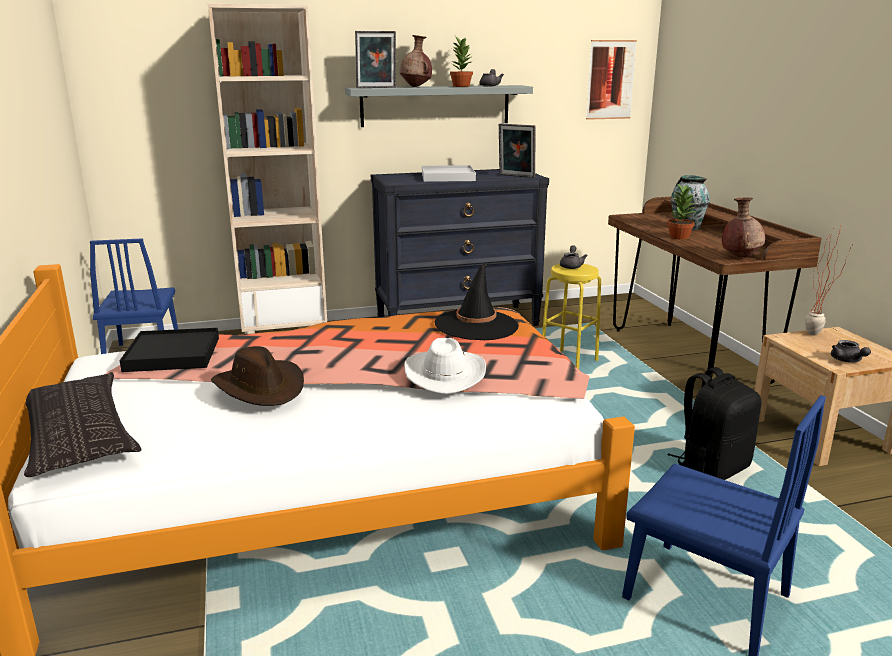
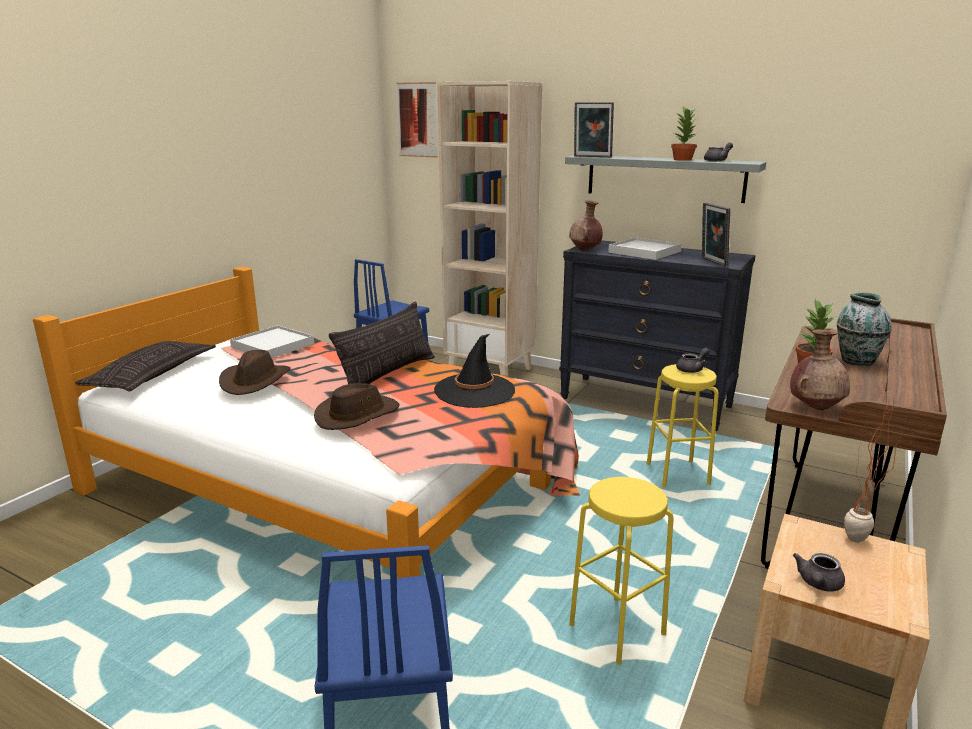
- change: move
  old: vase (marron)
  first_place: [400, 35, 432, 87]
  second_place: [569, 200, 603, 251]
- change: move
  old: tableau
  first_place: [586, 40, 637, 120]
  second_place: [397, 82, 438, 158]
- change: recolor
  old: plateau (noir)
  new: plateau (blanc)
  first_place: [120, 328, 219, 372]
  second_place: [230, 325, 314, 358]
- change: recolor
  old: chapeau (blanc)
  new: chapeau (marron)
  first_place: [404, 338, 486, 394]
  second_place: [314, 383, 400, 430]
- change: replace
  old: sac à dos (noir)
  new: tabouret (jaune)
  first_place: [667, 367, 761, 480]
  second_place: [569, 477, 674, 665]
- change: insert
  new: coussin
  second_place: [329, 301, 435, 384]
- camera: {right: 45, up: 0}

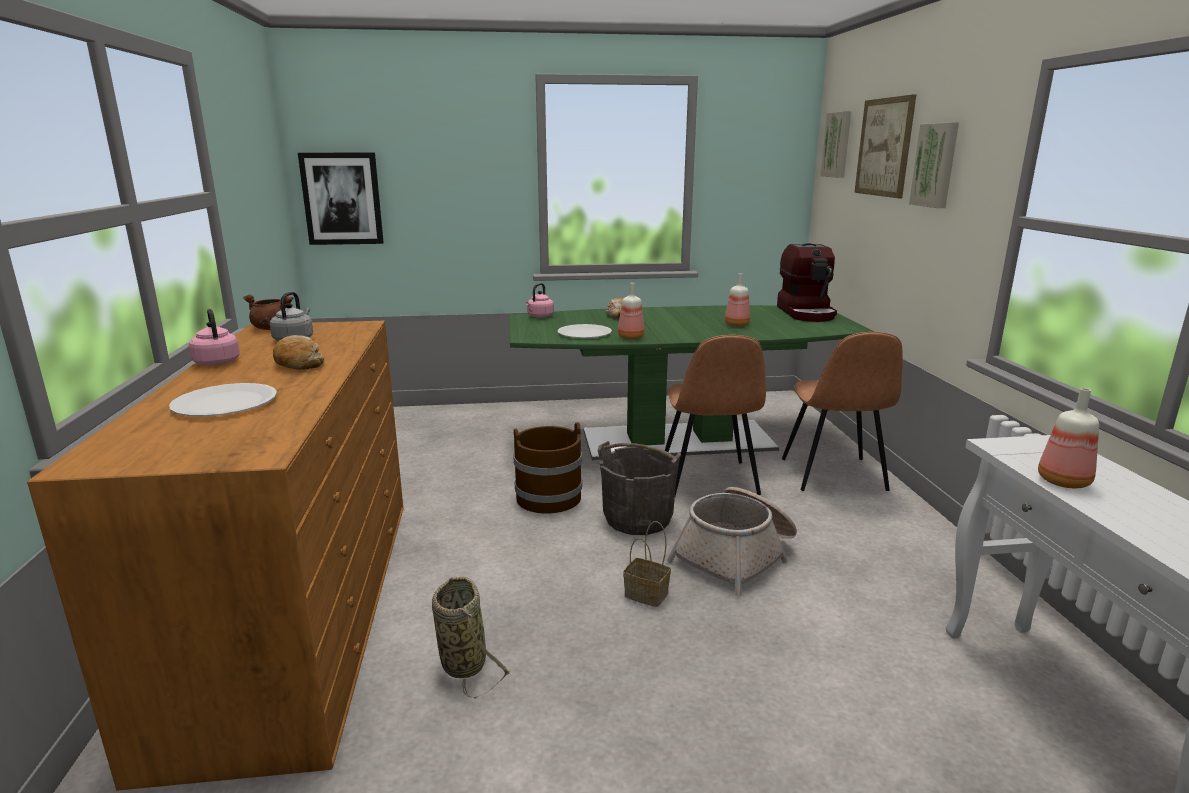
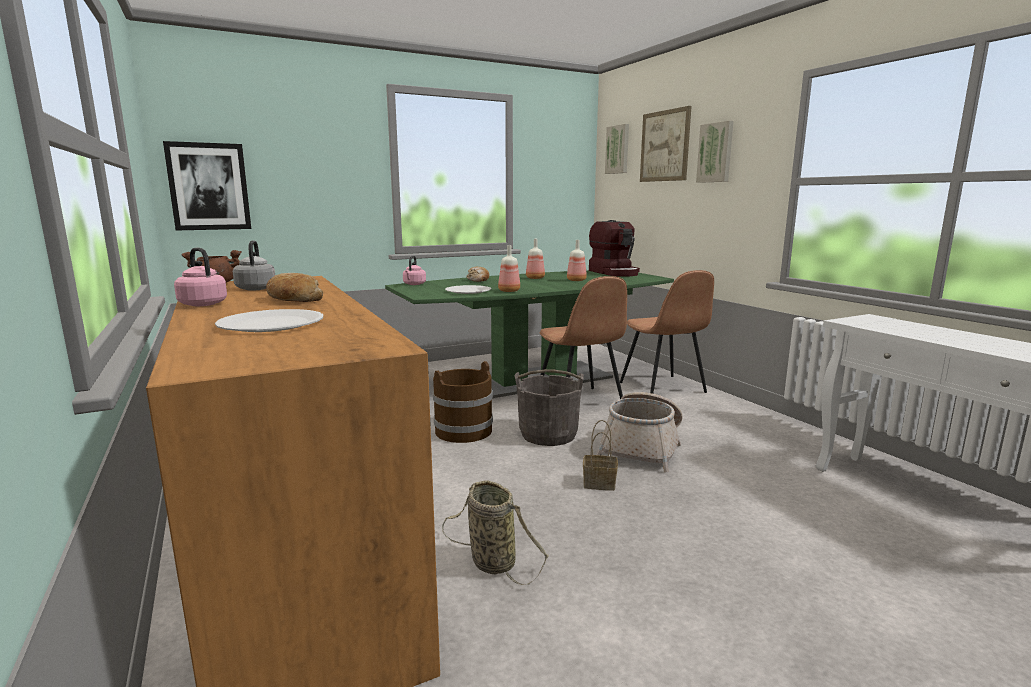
- change: move
  old: bouteille
  first_place: [1038, 388, 1099, 488]
  second_place: [526, 239, 545, 279]
- camera: {right: -20, up: -5}

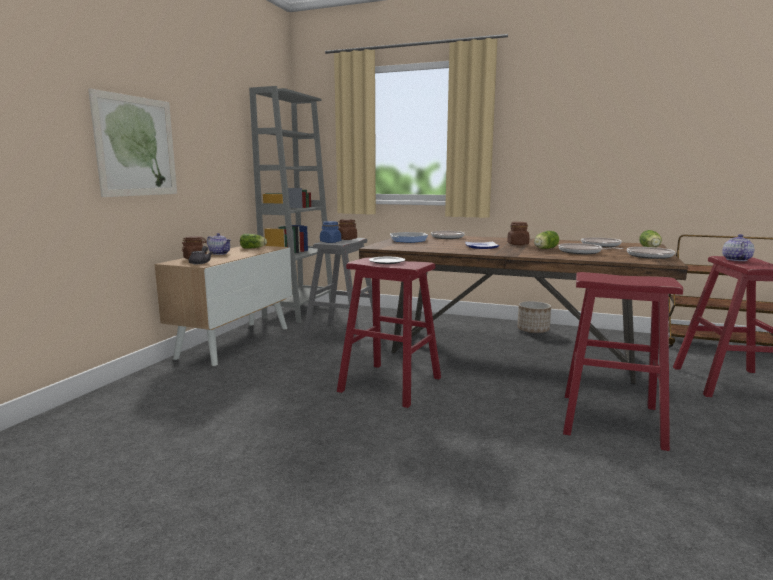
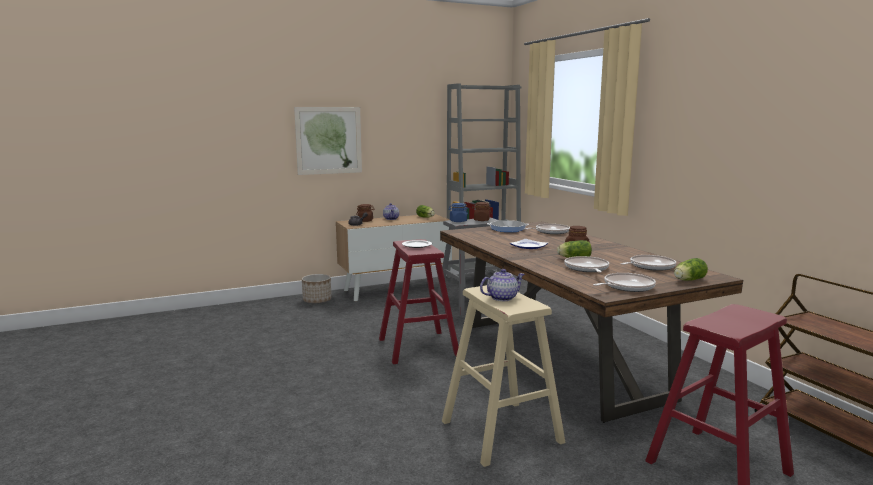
- change: move
  old: théière
  first_place: [722, 234, 754, 261]
  second_place: [480, 269, 525, 301]
- change: recolor
  old: tabouret (rouge)
  new: tabouret (beige)
  first_place: [563, 272, 683, 451]
  second_place: [442, 285, 566, 467]
- change: move
  old: cache-pot
  first_place: [517, 301, 551, 333]
  second_place: [302, 274, 331, 303]
- camera: {right: 45, up: 0}

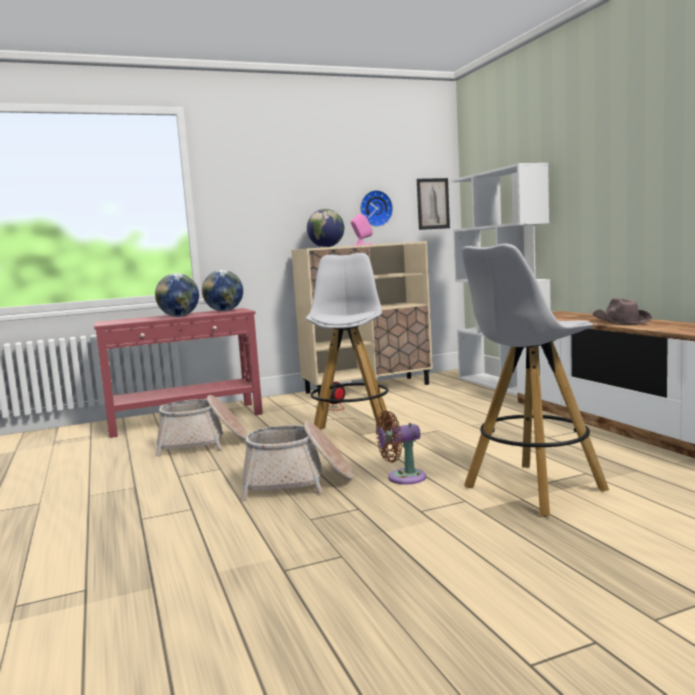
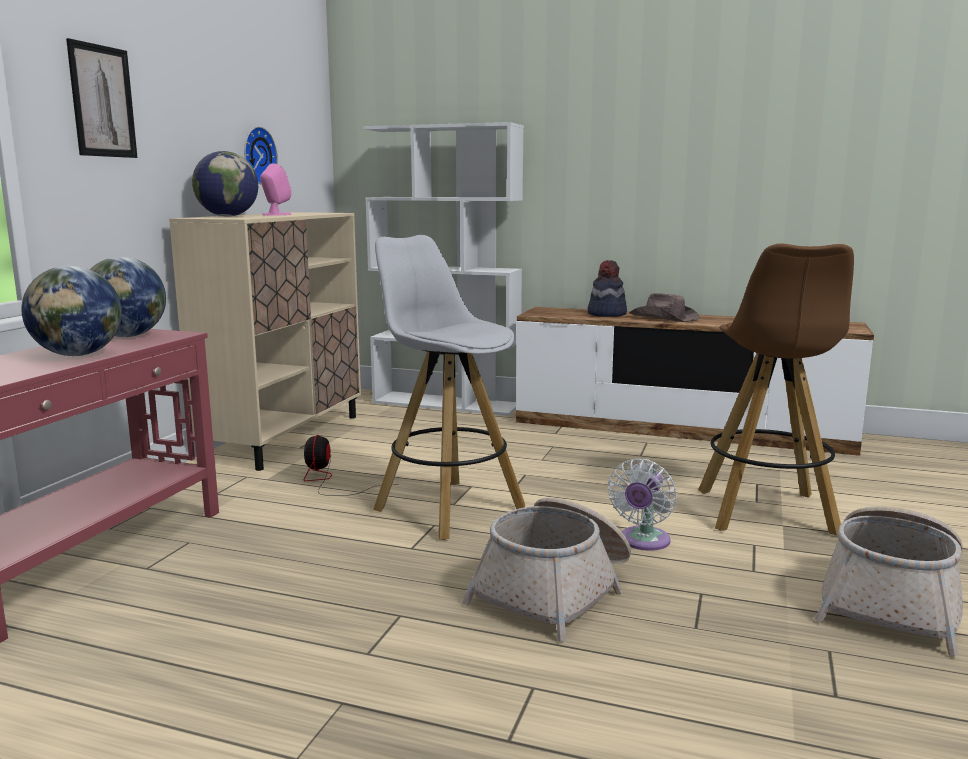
- change: move
  old: tableau
  first_place: [417, 178, 450, 230]
  second_place: [66, 38, 138, 158]
- change: recolor
  old: tabouret (blanc)
  new: tabouret (marron)
  first_place: [461, 244, 609, 516]
  second_place: [698, 243, 854, 535]
- change: move
  old: panier
  first_place: [156, 395, 248, 457]
  second_place: [815, 506, 963, 656]
- change: recolor
  old: ventilateur (marron)
  new: ventilateur (blanc)
  first_place: [376, 411, 426, 485]
  second_place: [608, 459, 676, 551]
- change: insert
  new: chapeau
  second_place: [588, 260, 627, 317]
- camera: {right: -50, up: 5}

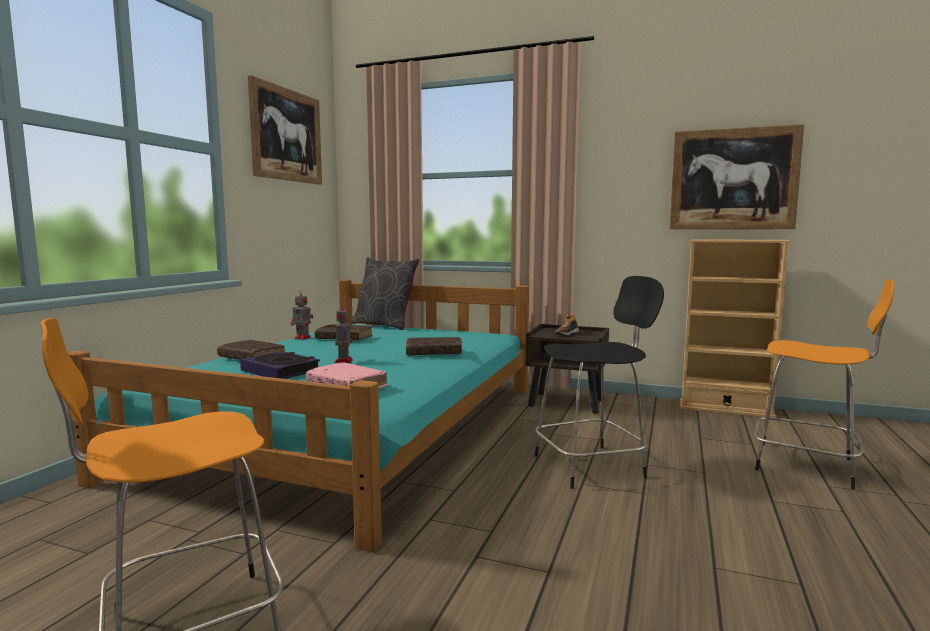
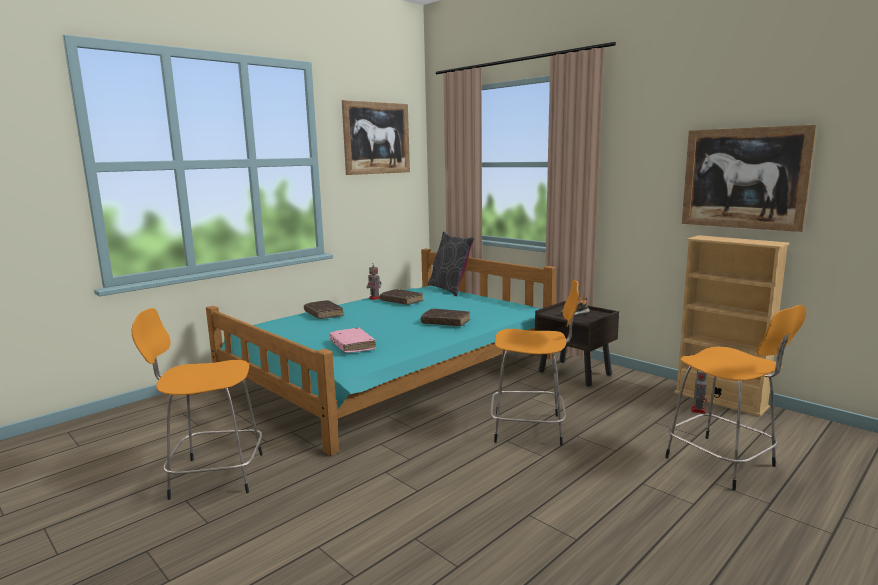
- change: recolor
  old: tabouret (noir)
  new: tabouret (orange)
  first_place: [535, 276, 664, 489]
  second_place: [490, 280, 579, 446]
- change: move
  old: robot jouet
  first_place: [334, 304, 353, 363]
  second_place: [691, 370, 707, 414]
- change: delete
  old: livre
  first_place: [240, 351, 320, 379]
- camera: {right: 25, up: 5}

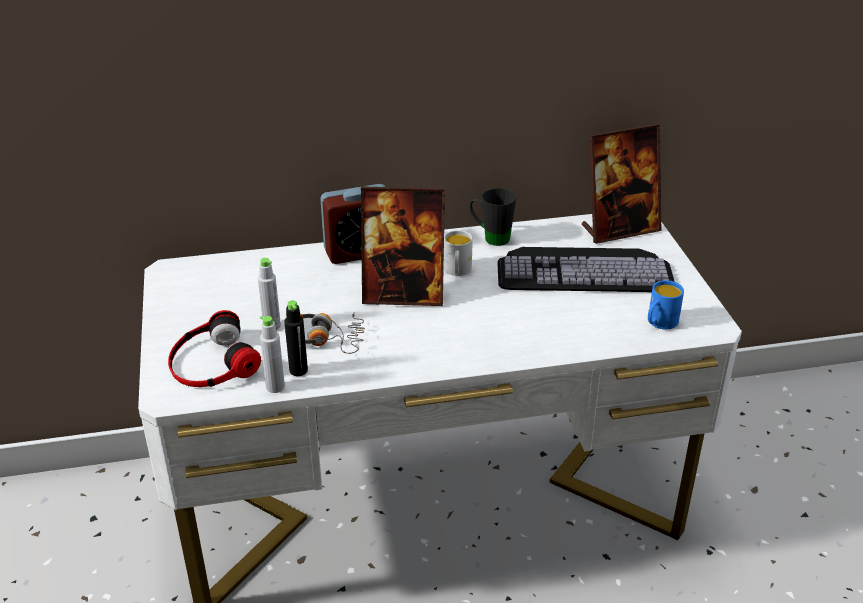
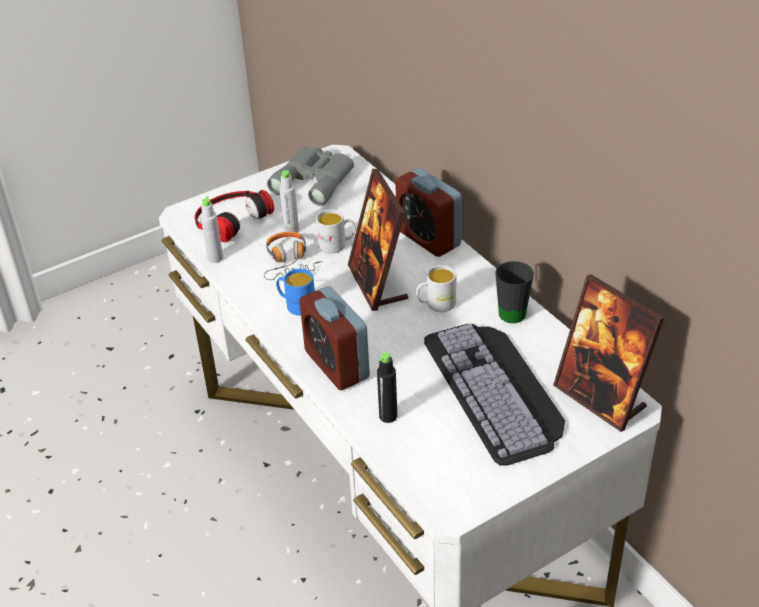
- change: move
  old: mug (bleu)
  first_place: [648, 280, 684, 329]
  second_place: [276, 269, 315, 316]
- change: move
  old: bouteille (noir)
  first_place: [284, 300, 308, 376]
  second_place: [377, 352, 397, 423]
- change: insert
  new: jumelles (gris)
  second_place: [267, 146, 354, 206]
- change: insert
  new: mug (blanc)
  second_place: [316, 209, 355, 254]
- change: insert
  new: réveil
  second_place: [299, 286, 370, 390]
- camera: {right: 70, up: 5}

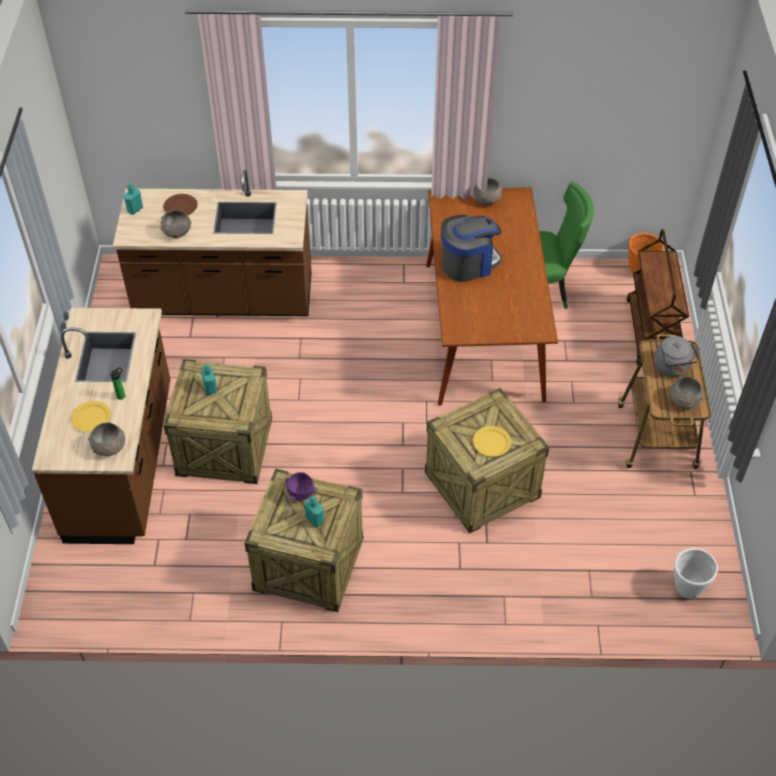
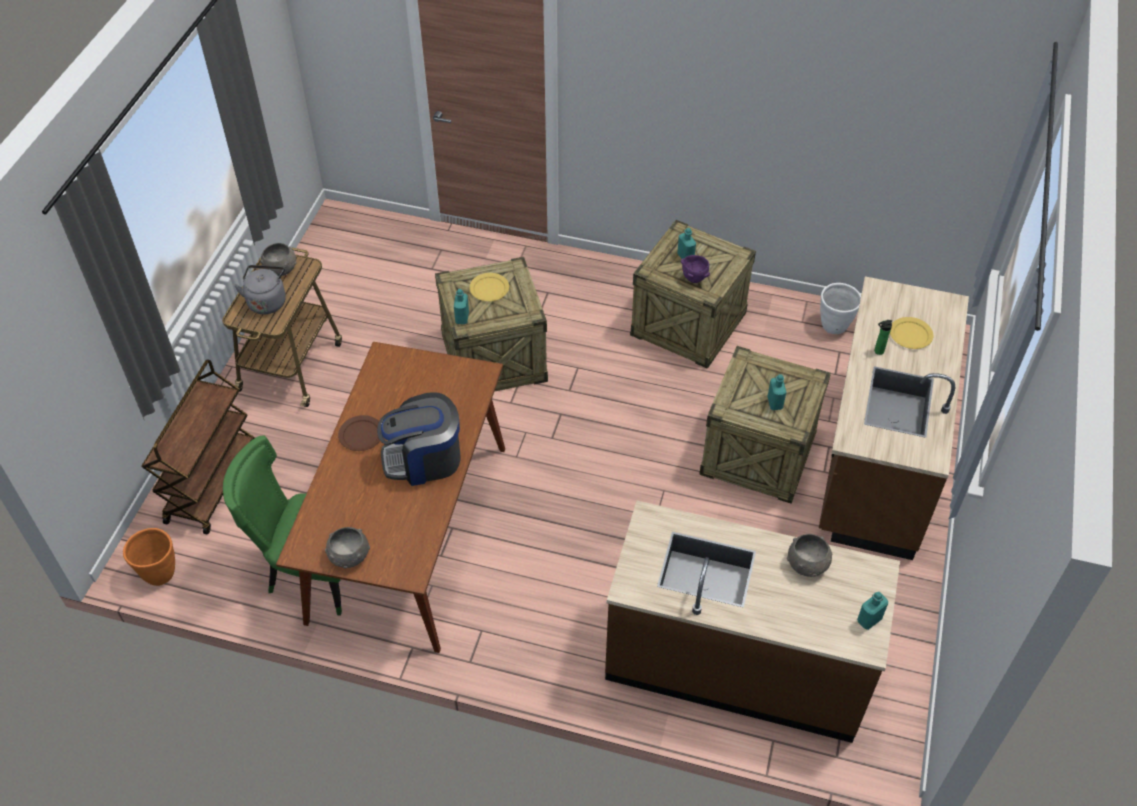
- change: move
  old: assiette (marron)
  first_place: [163, 194, 198, 215]
  second_place: [338, 415, 380, 451]
- change: delete
  old: bol (gris)
  first_place: [88, 422, 125, 456]
- change: move
  old: cache-pot (blanc)
  first_place: [674, 548, 718, 599]
  second_place: [820, 283, 861, 334]
- change: insert
  new: bouteille (turquoise)
  second_place: [454, 289, 469, 324]
- camera: {right: -165, up: 0}

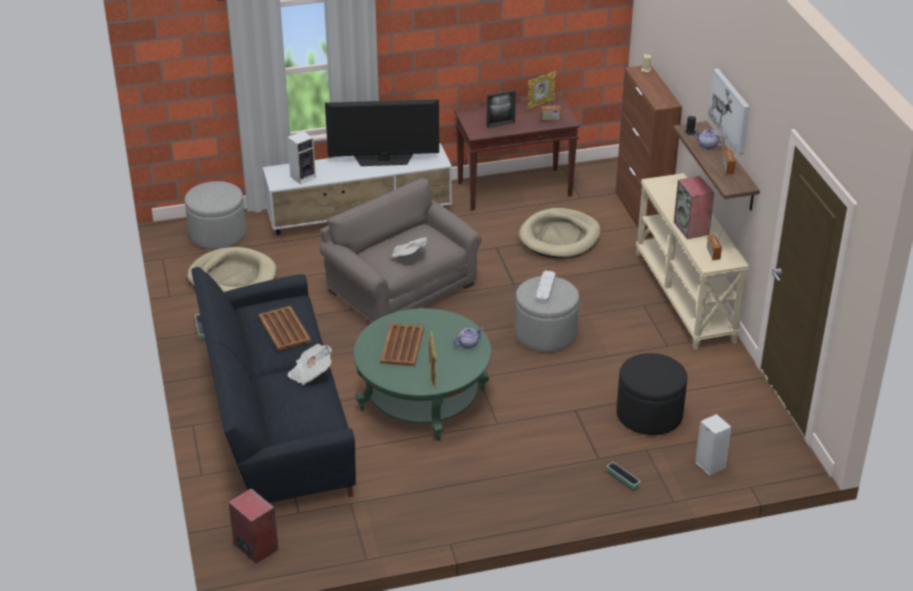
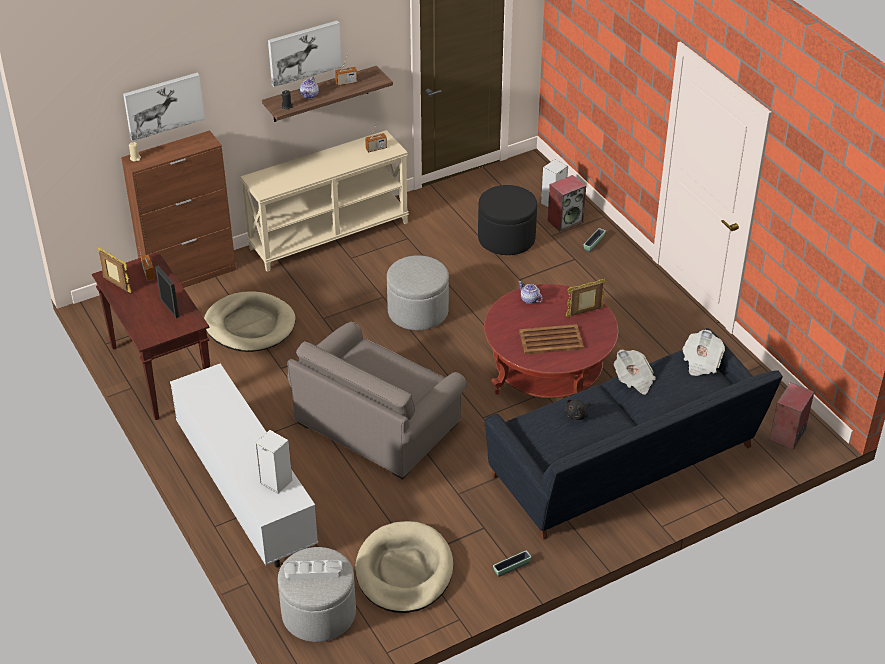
- change: delete
  old: téléviseur
  first_place: [325, 99, 439, 166]
- change: move
  old: enceinte
  first_place: [674, 176, 714, 239]
  second_place: [548, 175, 586, 232]
- change: move
  old: journal
  first_place: [390, 237, 428, 258]
  second_place: [682, 330, 725, 376]
- change: move
  old: plateau (gris)
  first_place: [535, 271, 556, 304]
  second_place: [285, 560, 342, 579]
- change: replace
  old: plateau (marron)
  new: peluche (noir)
  first_place: [258, 306, 311, 351]
  second_place: [565, 399, 591, 420]
- change: recolor
  old: table basse (vert)
  new: table basse (rouge)
  first_place: [353, 308, 491, 441]
  second_place: [484, 284, 618, 398]
- change: insert
  new: tableau
  second_place: [123, 73, 205, 141]
- camera: {right: -105, up: 5}

